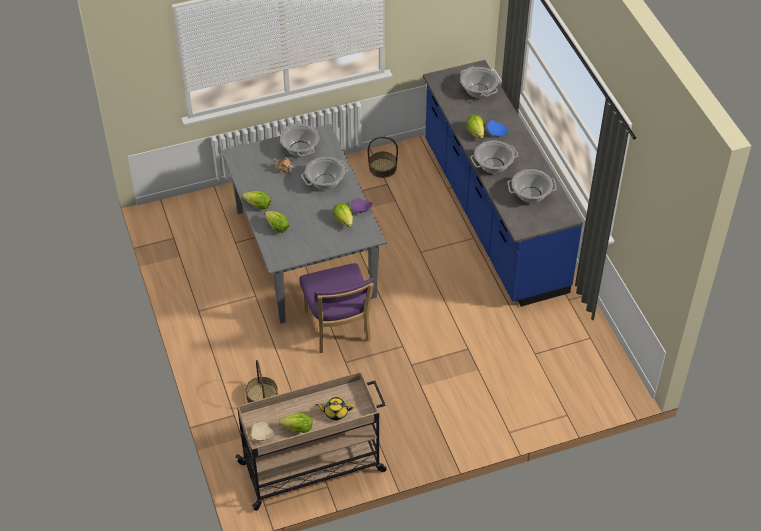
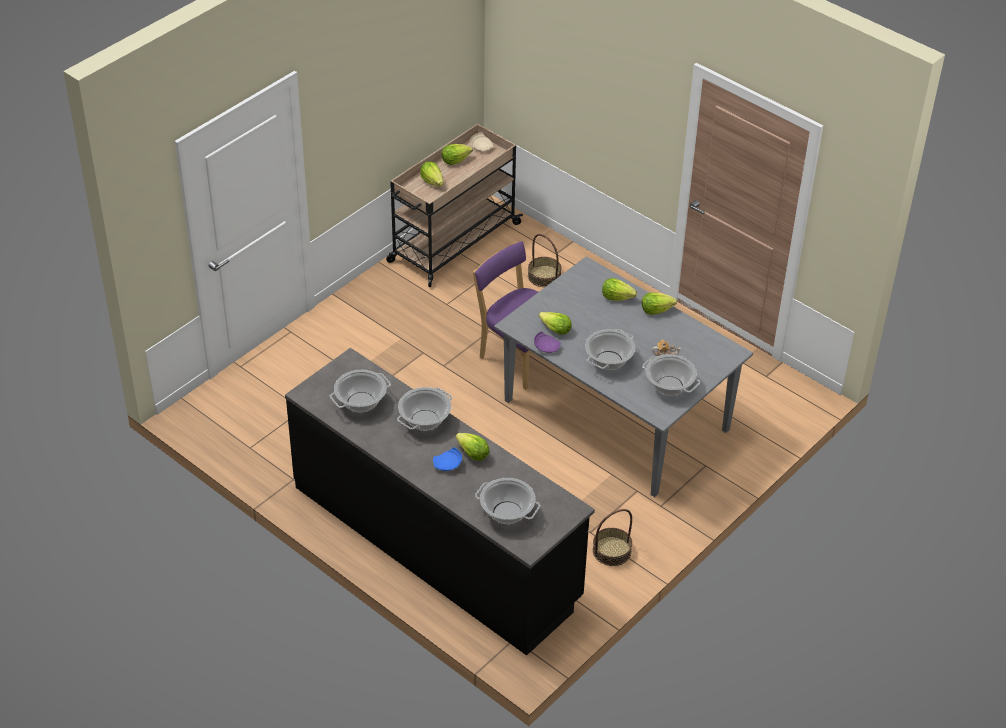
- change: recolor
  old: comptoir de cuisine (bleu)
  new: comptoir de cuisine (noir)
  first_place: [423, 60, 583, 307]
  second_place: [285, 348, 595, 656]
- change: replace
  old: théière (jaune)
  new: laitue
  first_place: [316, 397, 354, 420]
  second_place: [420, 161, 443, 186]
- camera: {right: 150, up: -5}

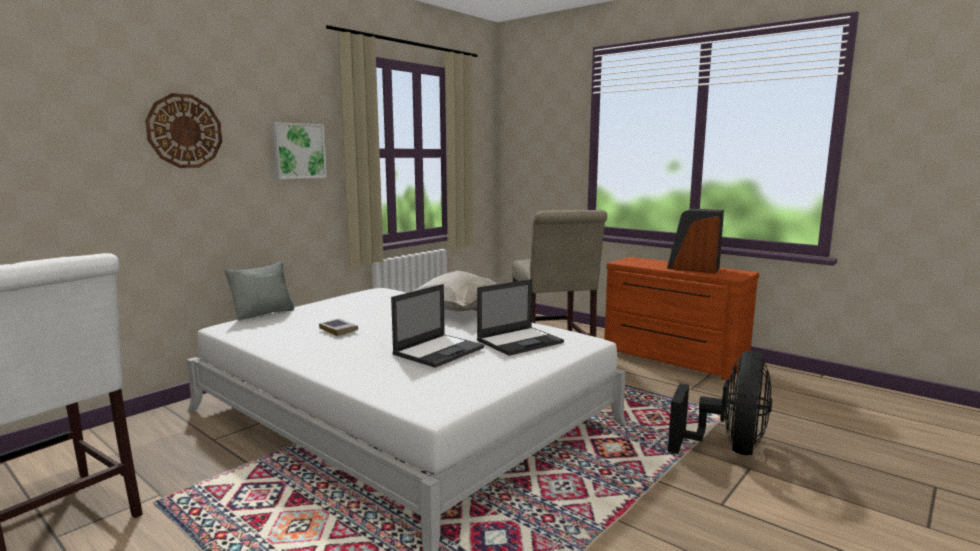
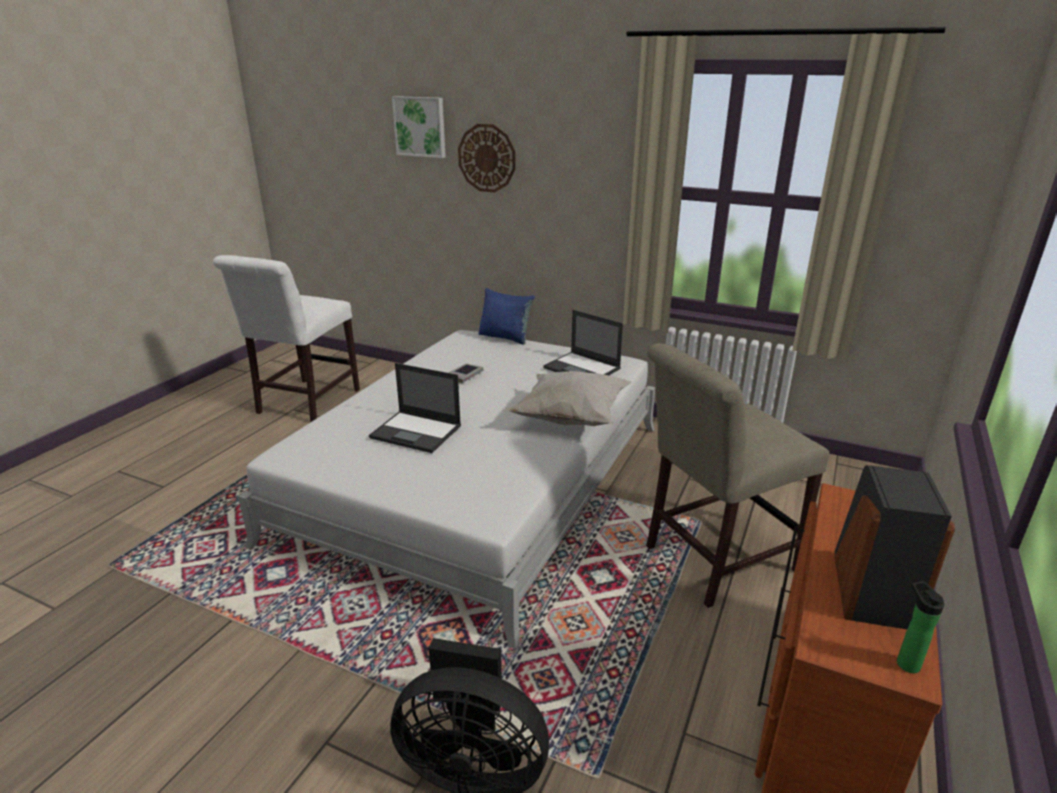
- change: move
  old: tableau
  first_place: [272, 122, 327, 179]
  second_place: [392, 96, 446, 158]
- change: recolor
  old: coussin (gris)
  new: coussin (bleu)
  first_place: [224, 261, 294, 321]
  second_place: [479, 288, 535, 345]
- change: move
  old: ordinateur portable
  first_place: [477, 279, 564, 356]
  second_place: [544, 310, 623, 375]
- change: insert
  new: bouteille
  second_place: [897, 581, 944, 673]
- camera: {right: 75, up: 15}

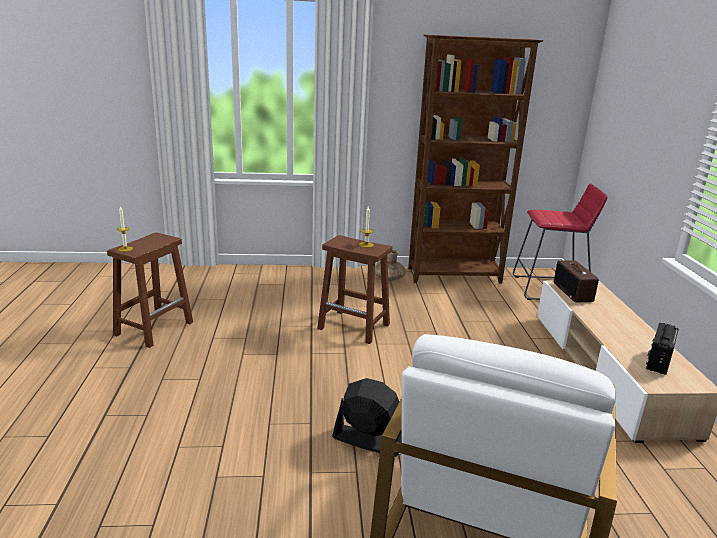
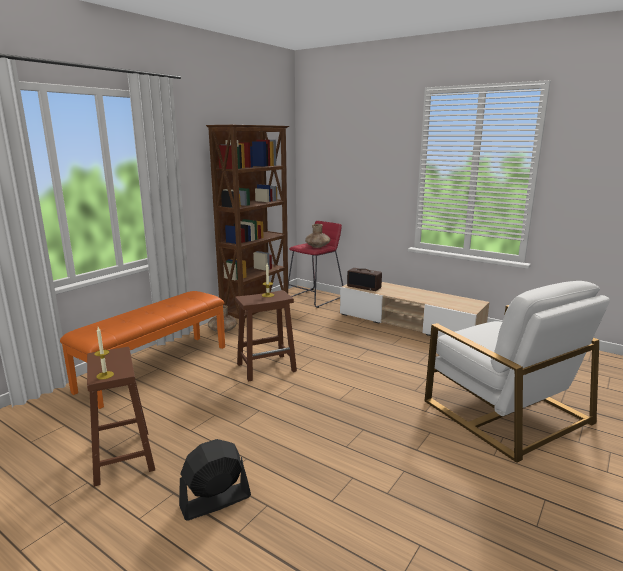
- change: delete
  old: radio
  first_place: [646, 322, 679, 375]
- change: move
  old: ventilateur (noir)
  first_place: [332, 378, 402, 457]
  second_place: [179, 439, 251, 521]
- change: insert
  new: vase (marron)
  second_place: [305, 224, 330, 248]
- change: insert
  new: banc (orange)
  second_place: [60, 291, 225, 409]
- camera: {right: -50, up: -5}

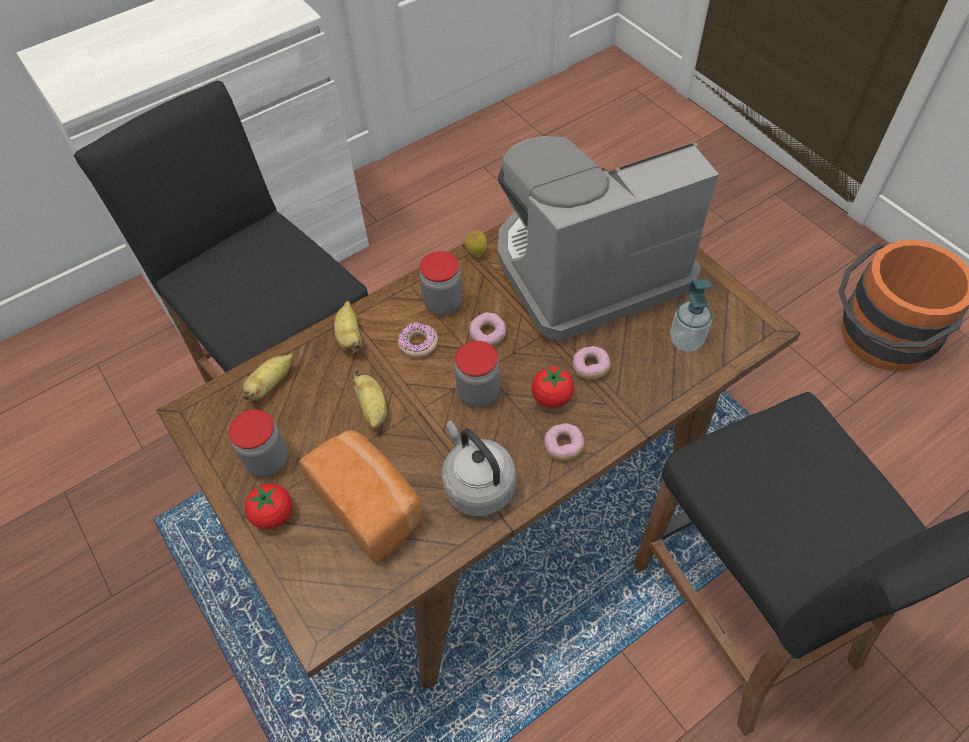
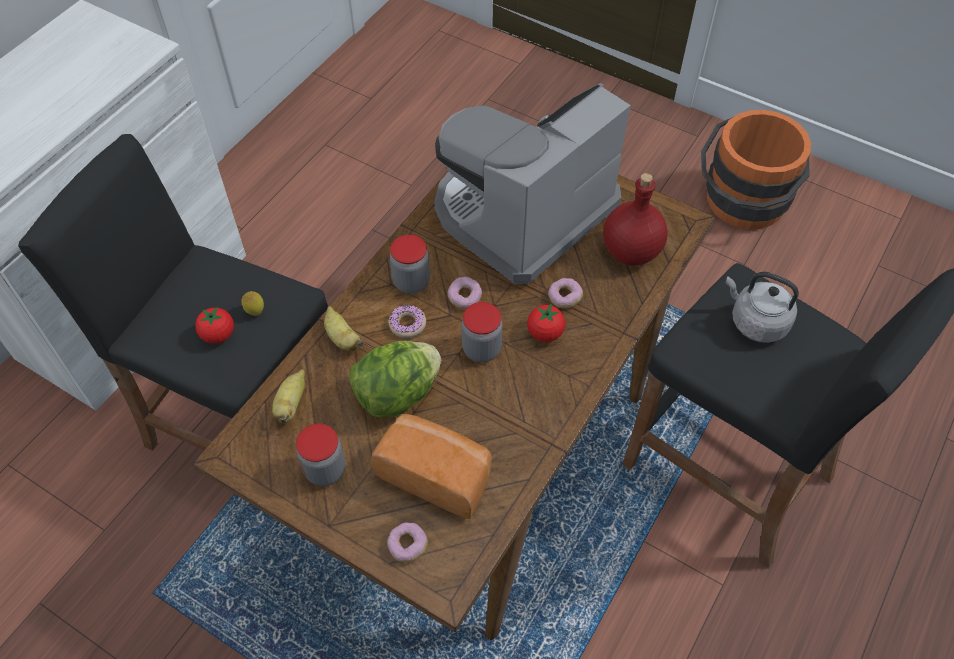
- change: move
  old: citron
  first_place: [465, 230, 487, 257]
  second_place: [241, 291, 264, 316]
- change: replace
  old: distributeur de savon
  new: bouteille (rouge)
  first_place: [670, 279, 712, 352]
  second_place: [603, 173, 668, 265]
- change: replace
  old: banane
  new: laitue
  first_place: [352, 369, 387, 430]
  second_place: [349, 341, 441, 418]
- change: move
  old: bouilloire (gris)
  first_place: [441, 420, 516, 516]
  second_place: [726, 272, 799, 343]
- change: move
  old: beignet
  first_place: [544, 423, 584, 460]
  second_place: [387, 522, 428, 562]
- change: move
  old: tomate
  first_place: [245, 483, 292, 530]
  second_place: [195, 307, 234, 344]
- camera: {right: -25, up: 0}

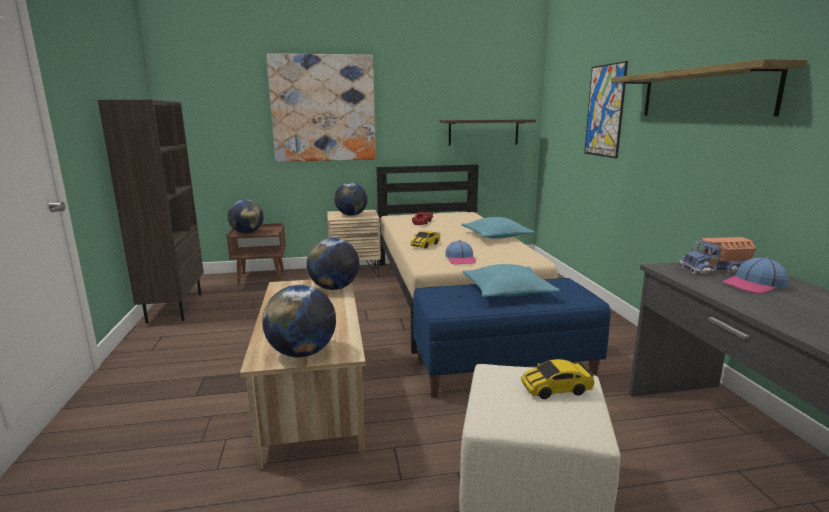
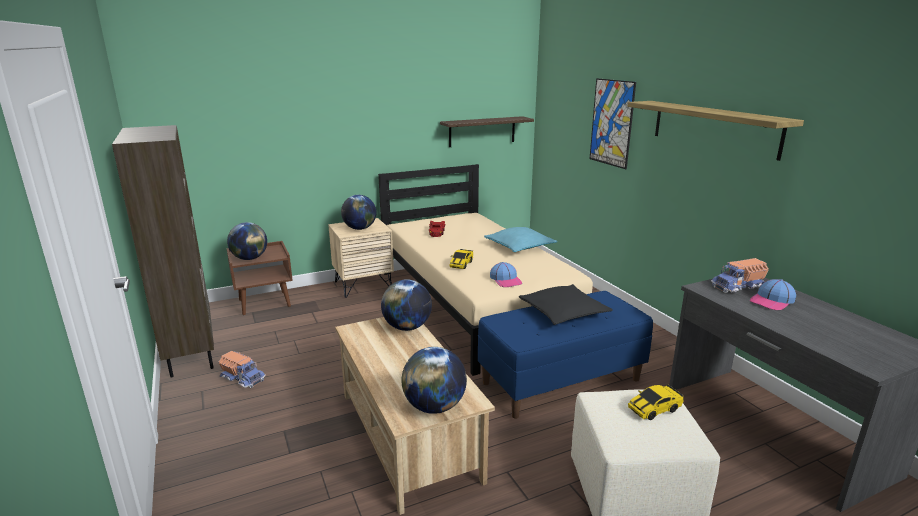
- change: delete
  old: tableau
  first_place: [266, 53, 376, 162]
- change: recolor
  old: coussin (turquoise)
  new: coussin (noir)
  first_place: [462, 264, 560, 297]
  second_place: [519, 284, 613, 325]
- change: insert
  new: camion jouet
  second_place: [219, 351, 266, 388]
- camera: {right: -15, up: 5}

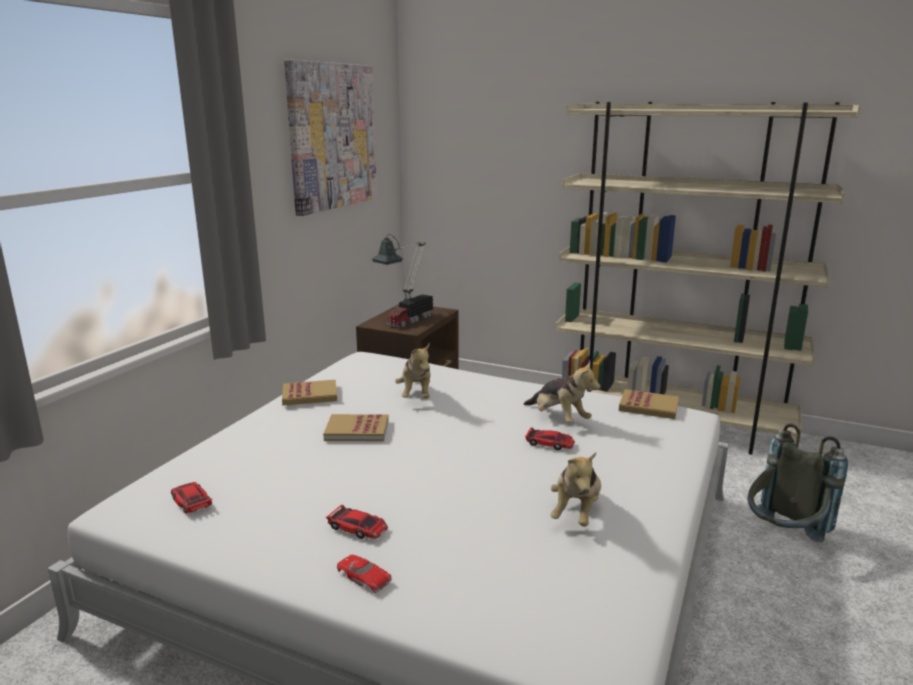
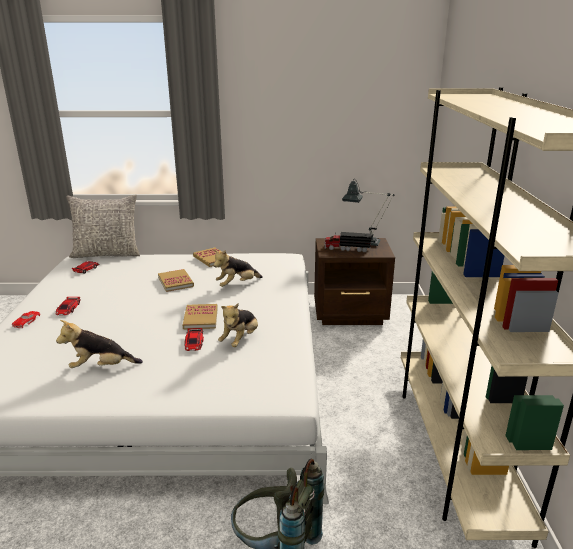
- change: delete
  old: tableau
  first_place: [284, 60, 377, 216]
- change: move
  old: livre
  first_place: [619, 389, 679, 419]
  second_place: [182, 304, 218, 330]
- change: insert
  new: coussin (gris)
  second_place: [66, 194, 140, 258]
- camera: {right: 65, up: 5}

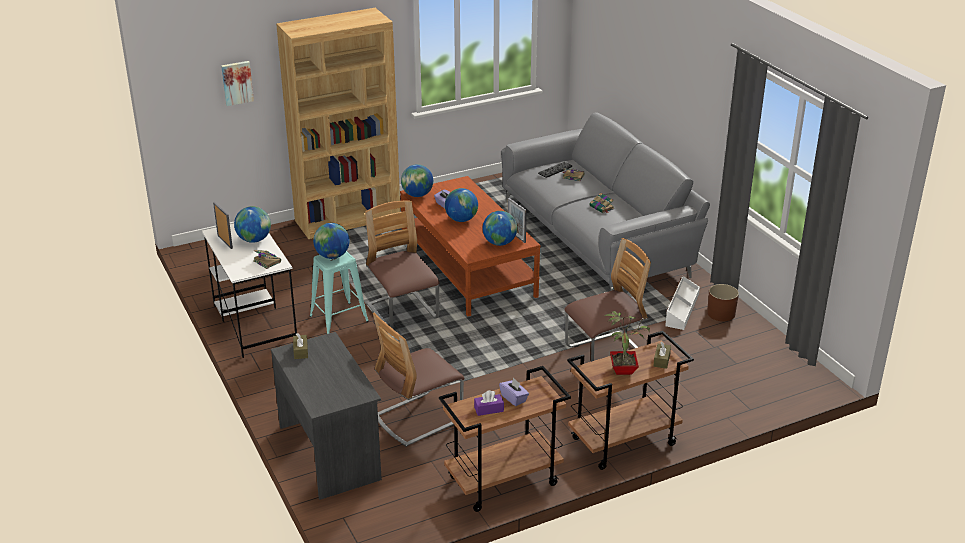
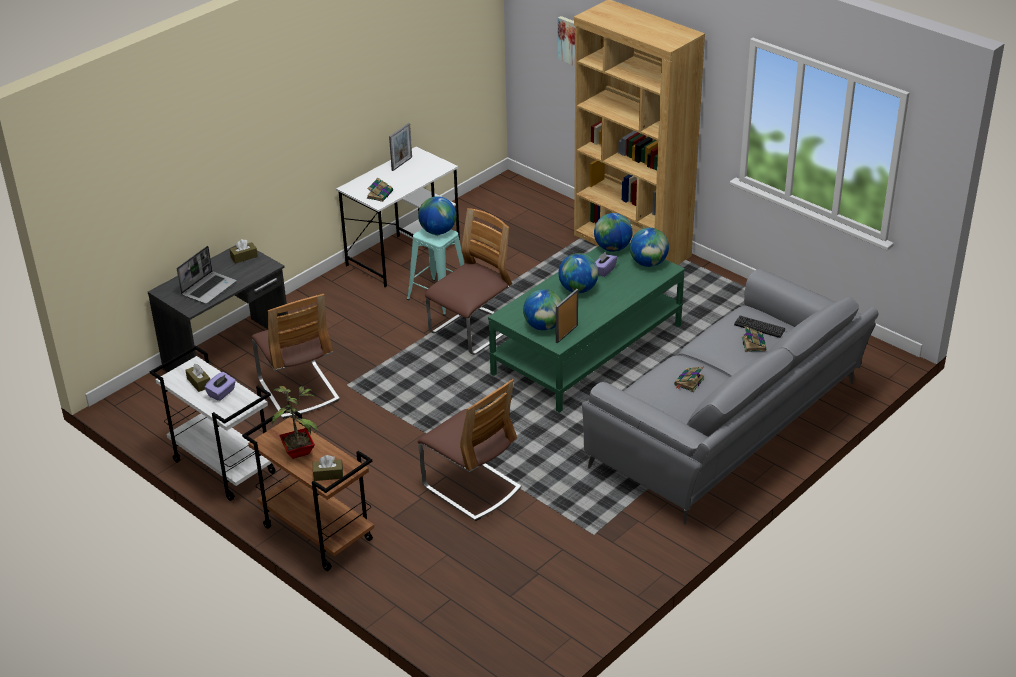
- change: recolor
  old: table basse (marron)
  new: table basse (vert)
  first_place: [400, 176, 541, 316]
  second_place: [488, 243, 685, 413]
- change: move
  old: globe
  first_place: [234, 206, 271, 243]
  second_place: [630, 228, 669, 267]
- change: delete
  old: boîte de rangement (blanc)
  first_place: [665, 276, 700, 330]
- change: delete
  old: cache-pot (marron)
  first_place: [707, 284, 739, 321]
- change: rotate
  old: chaise
  first_place: [373, 313, 465, 447]
  second_place: [251, 294, 340, 419]
  degrees: -150
- change: recolor
  old: chariot (marron)
  new: chariot (blanc)
  first_place: [439, 366, 571, 512]
  second_place: [150, 345, 276, 501]
- change: recolor
  old: boîte à mouchoirs (violet)
  new: boîte à mouchoirs (marron)
  first_place: [474, 390, 504, 416]
  second_place: [185, 364, 210, 392]
- change: insert
  new: ordinateur portable
  second_place: [177, 246, 237, 304]
- camera: {right: 70, up: 5}

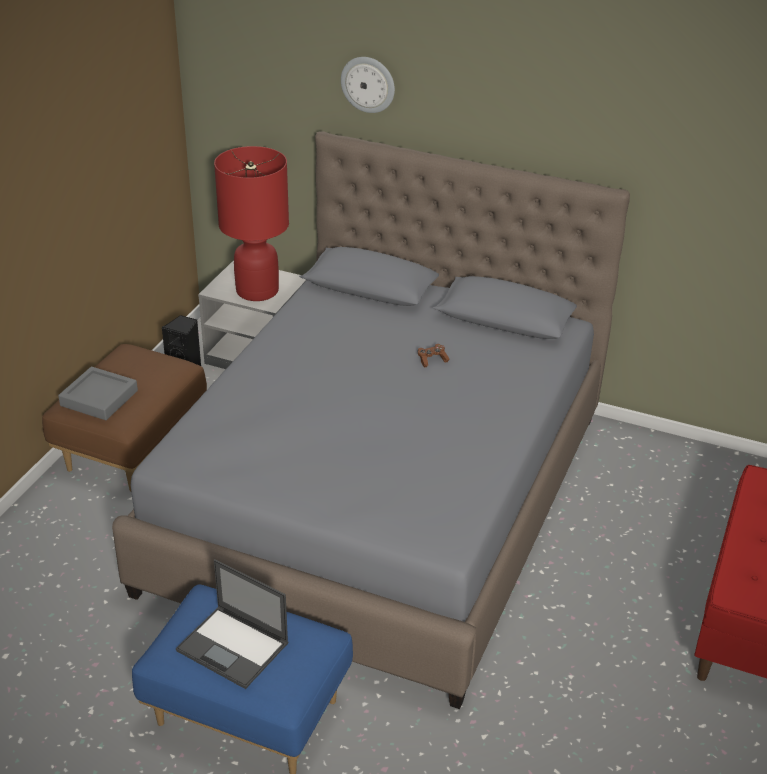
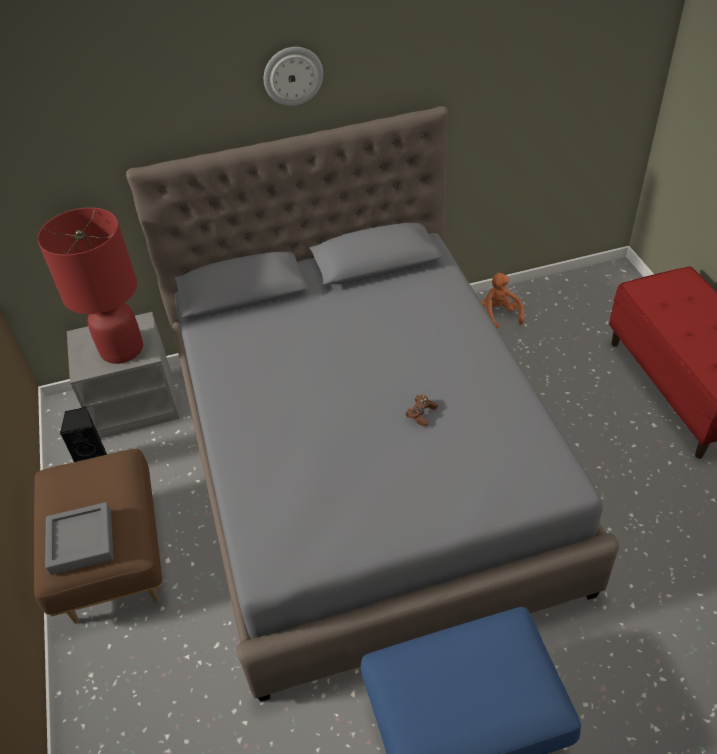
- change: move
  old: horloge murale
  first_place: [341, 57, 395, 113]
  second_place: [264, 47, 323, 106]
- change: move
  old: manette (marron)
  first_place: [418, 344, 450, 368]
  second_place: [406, 395, 438, 427]
- change: delete
  old: ordinateur portable
  first_place: [176, 559, 289, 689]
- change: insert
  new: peluche (orange)
  second_place: [480, 273, 524, 329]
- camera: {right: -35, up: 10}

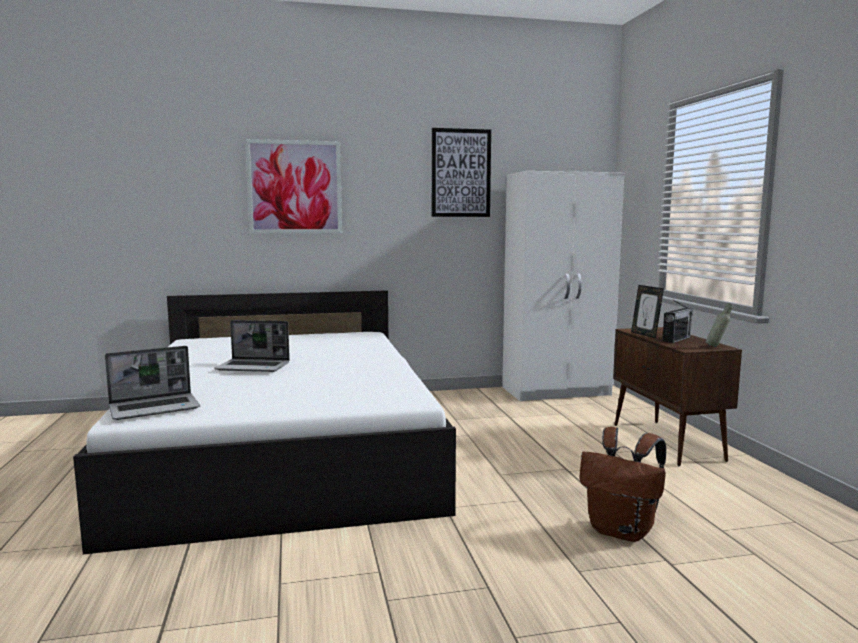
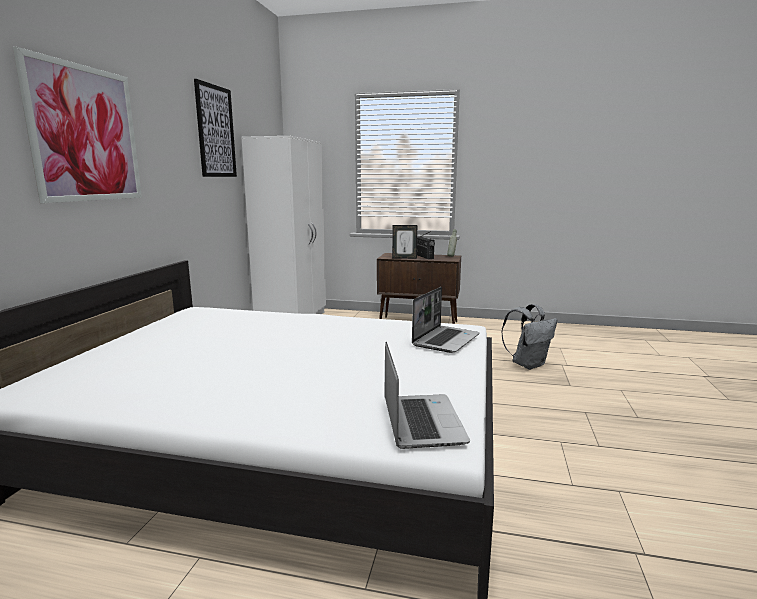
- change: move
  old: ordinateur portable
  first_place: [215, 320, 290, 372]
  second_place: [412, 287, 480, 353]
- change: recolor
  old: sac à dos (marron)
  new: sac à dos (gris)
  first_place: [579, 427, 666, 542]
  second_place: [501, 304, 557, 370]
- camera: {right: -65, up: 5}

